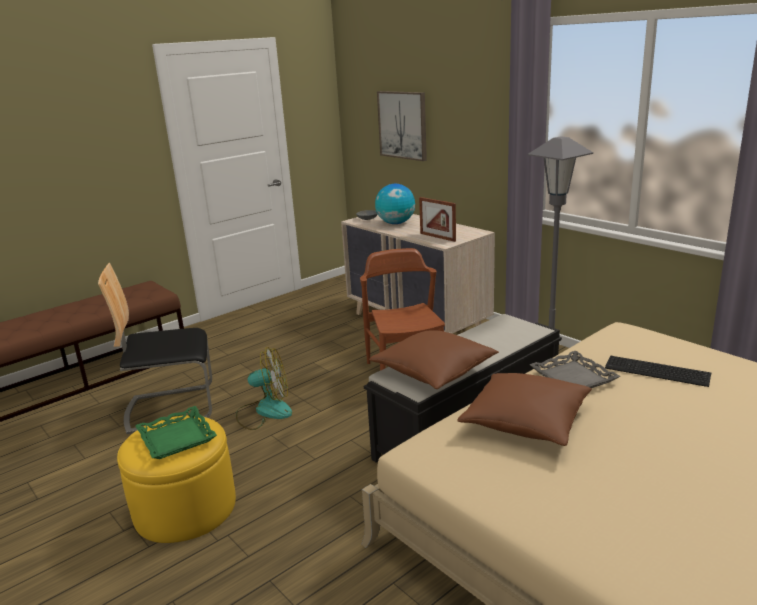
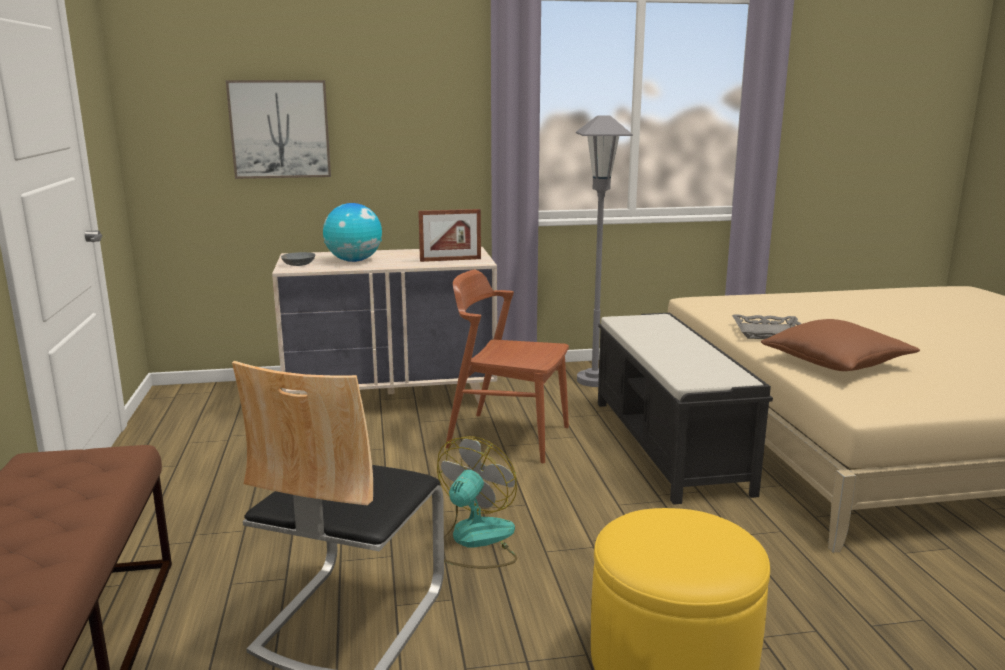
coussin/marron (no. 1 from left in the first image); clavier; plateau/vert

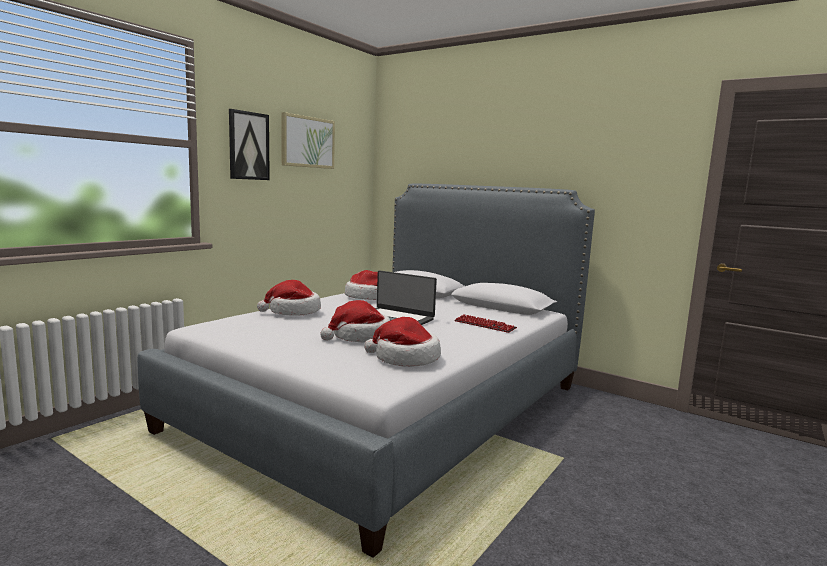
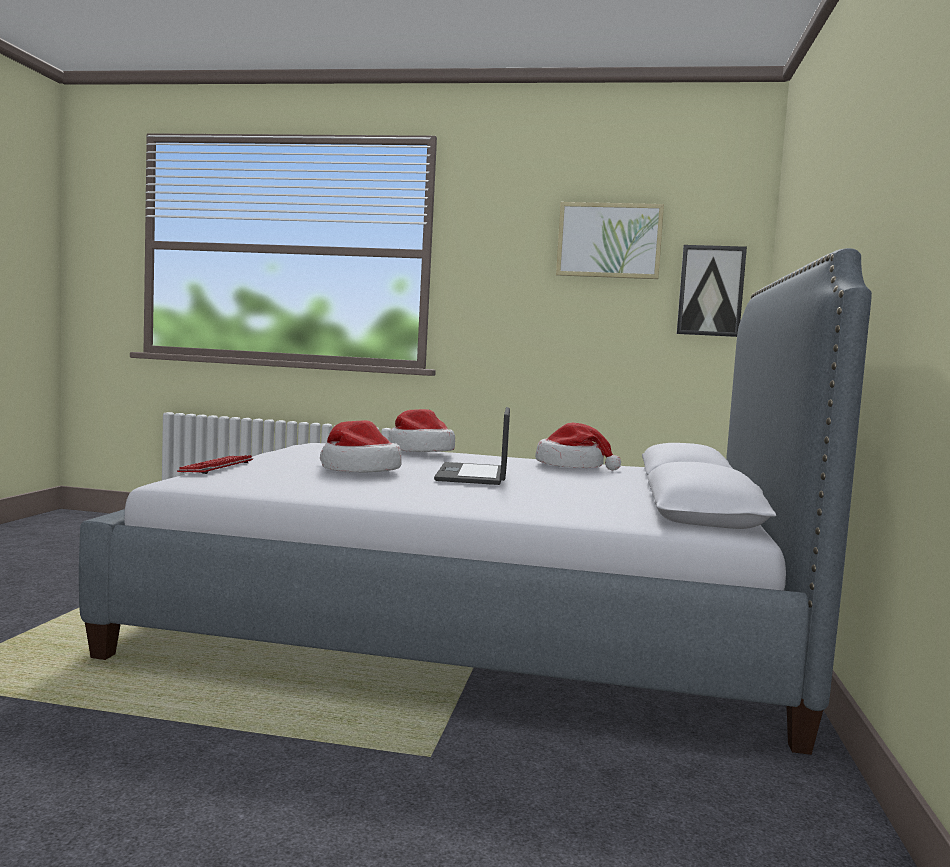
tableau (no. 2 from left); clavier; chapeau (no. 4 from left in the first image)

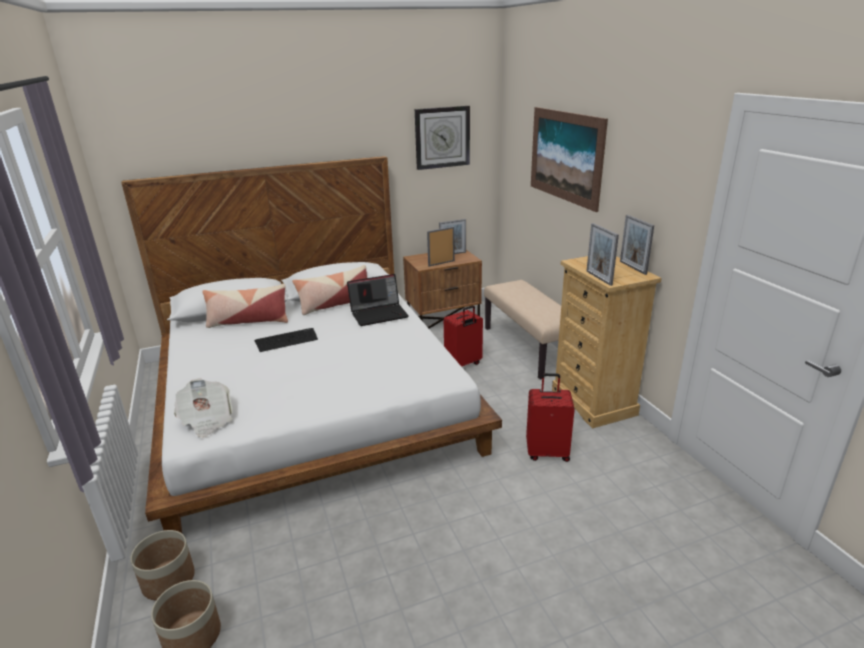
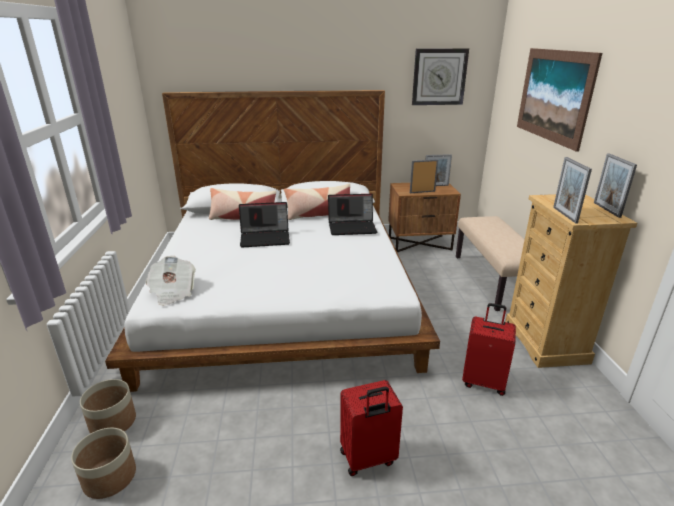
valise/rouge (no. 1 from left); ordinateur portable (no. 1 from left)

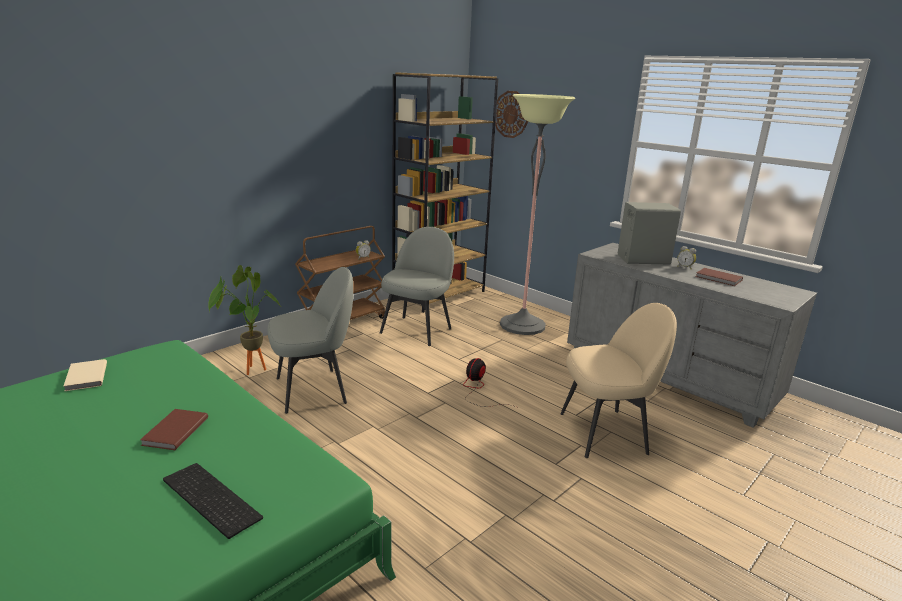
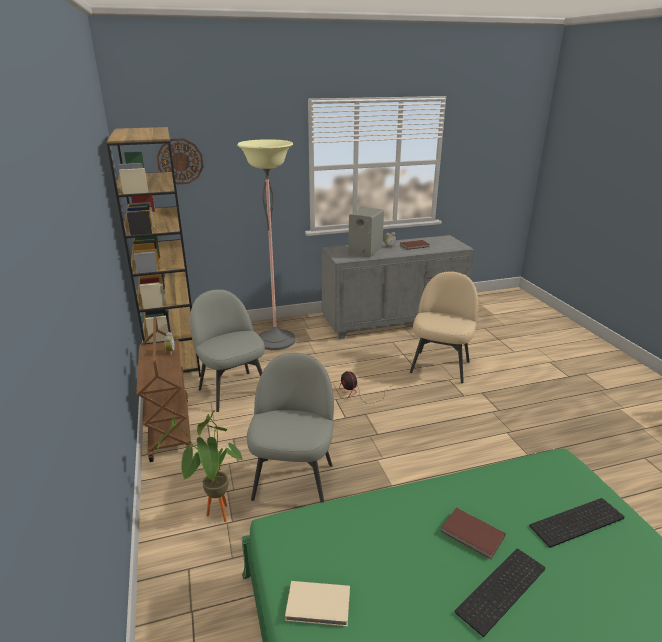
clavier (no. 1 from left)

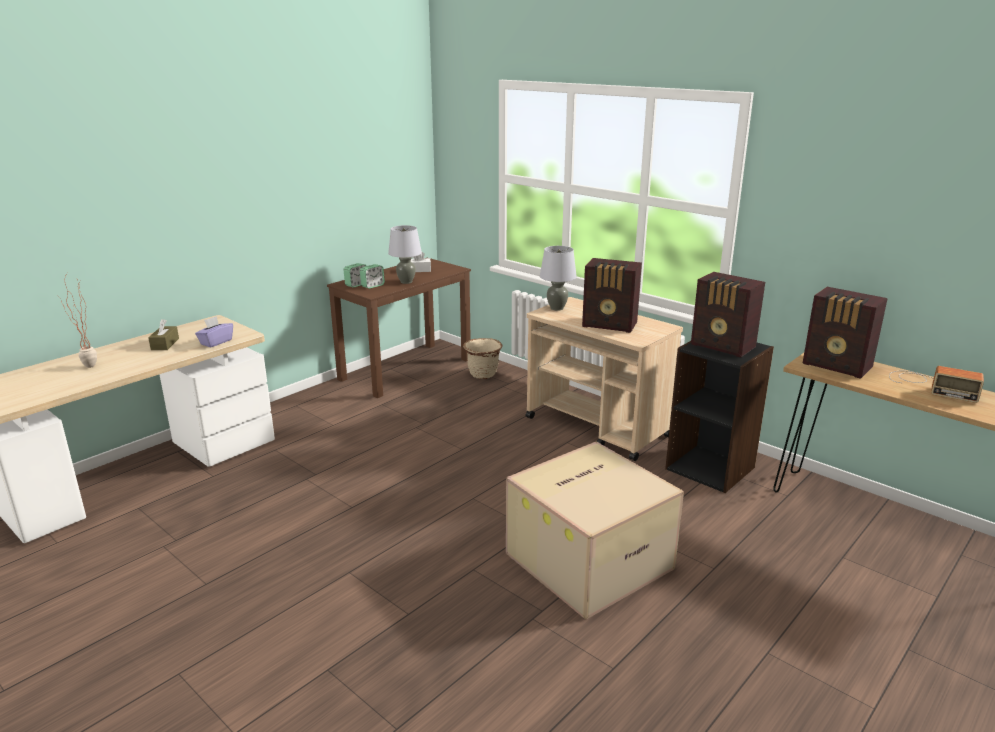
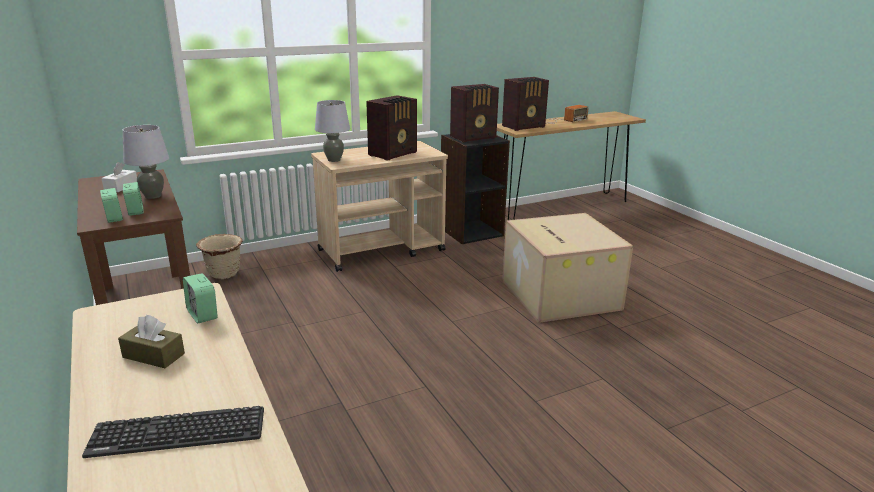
clavier; réveil (no. 3 from left)

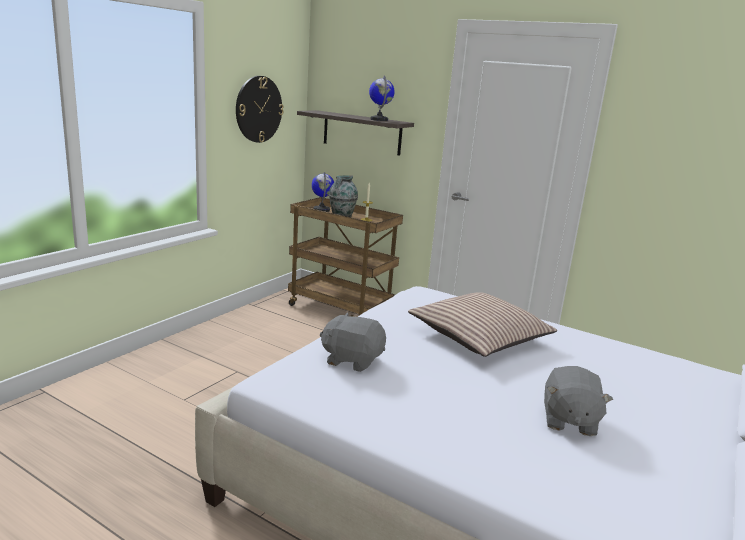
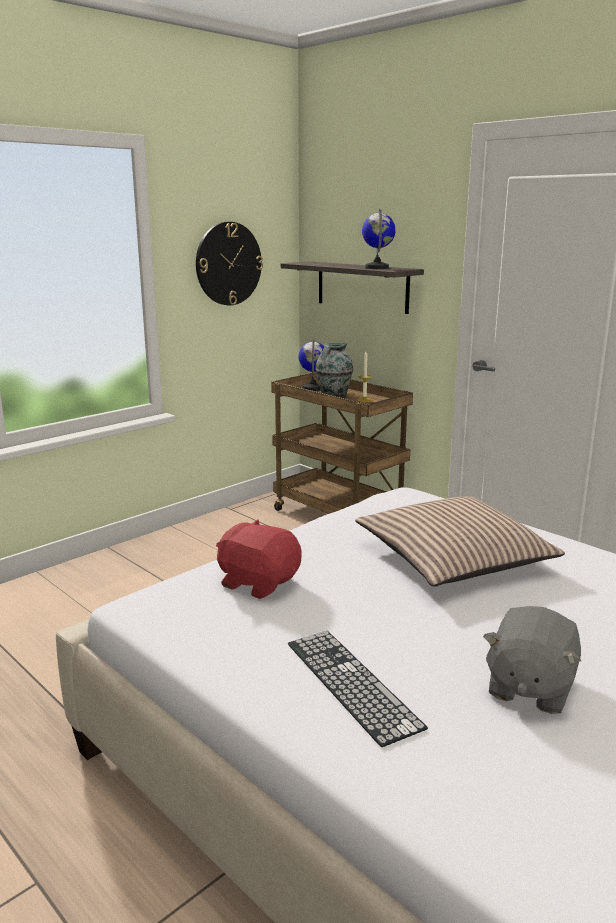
peluche/rouge; clavier

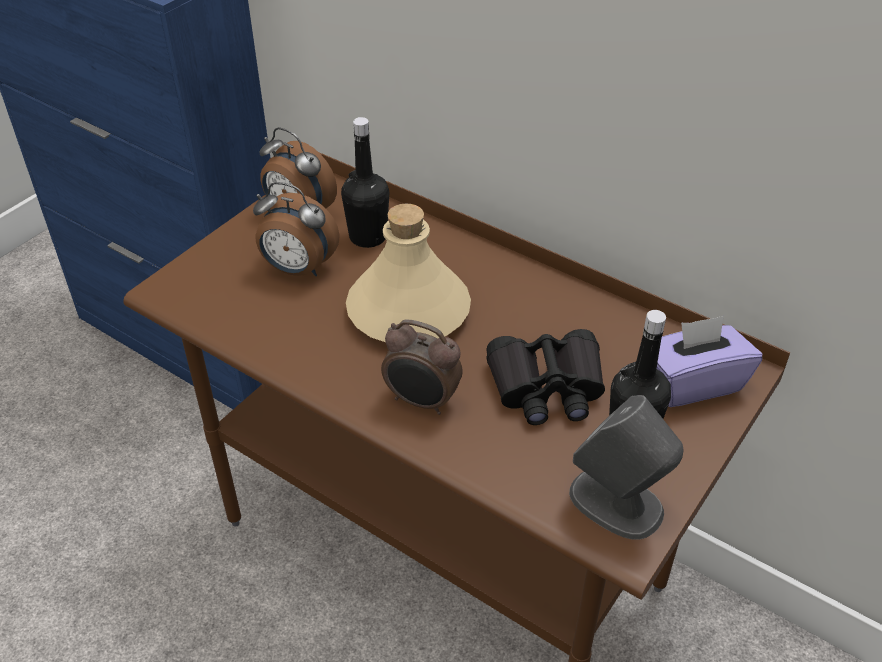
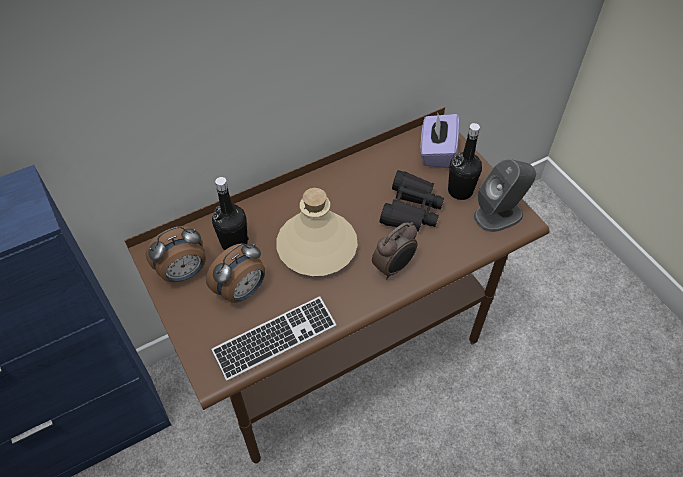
clavier

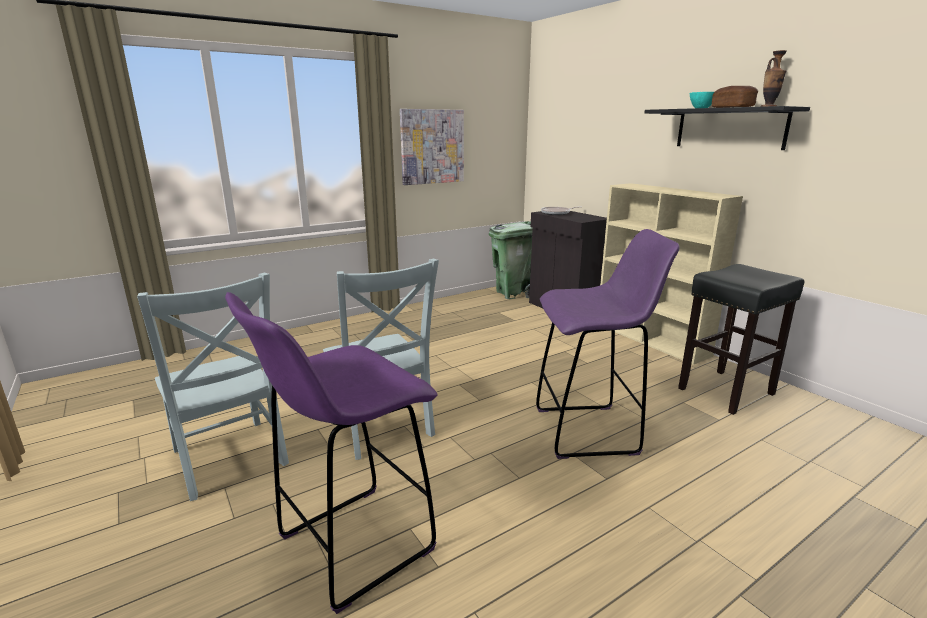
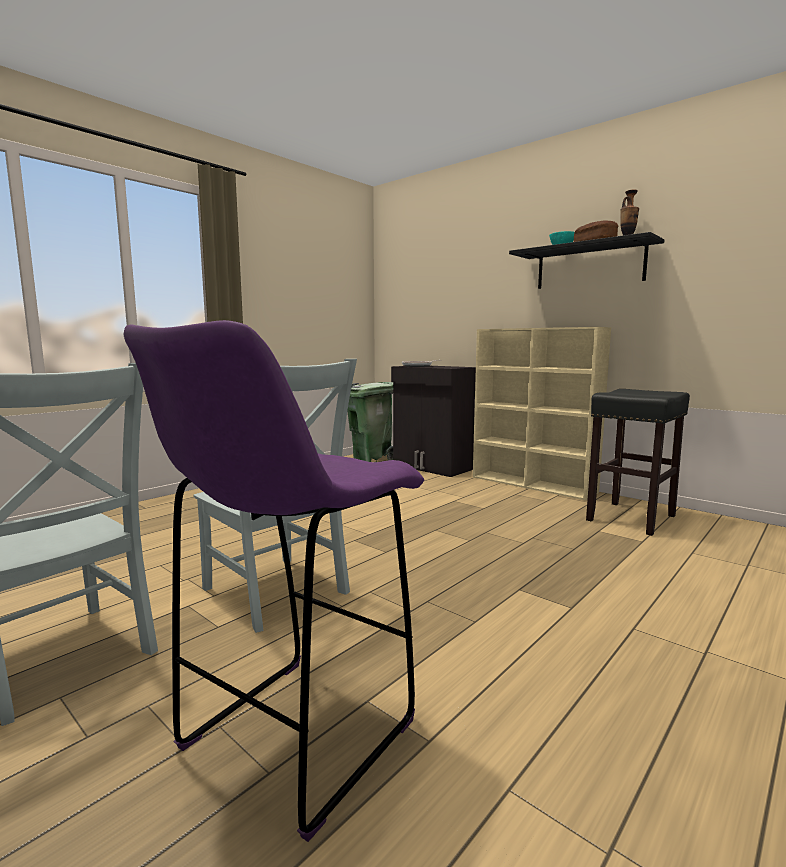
tableau; tabouret/violet (no. 2 from left in the first image)

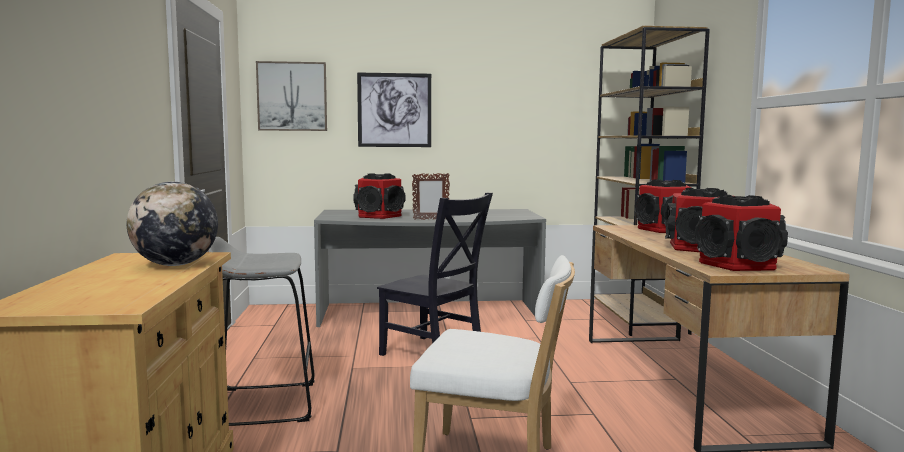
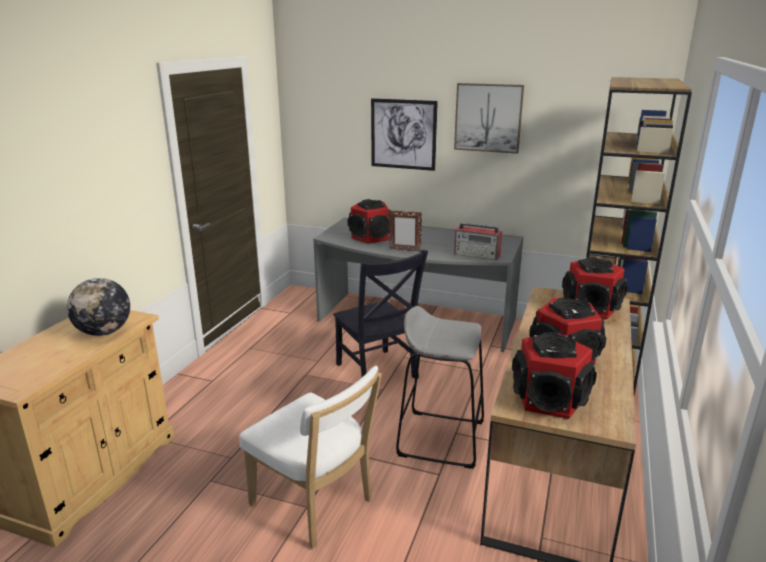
tableau (no. 2 from left); tabouret/gris; radio

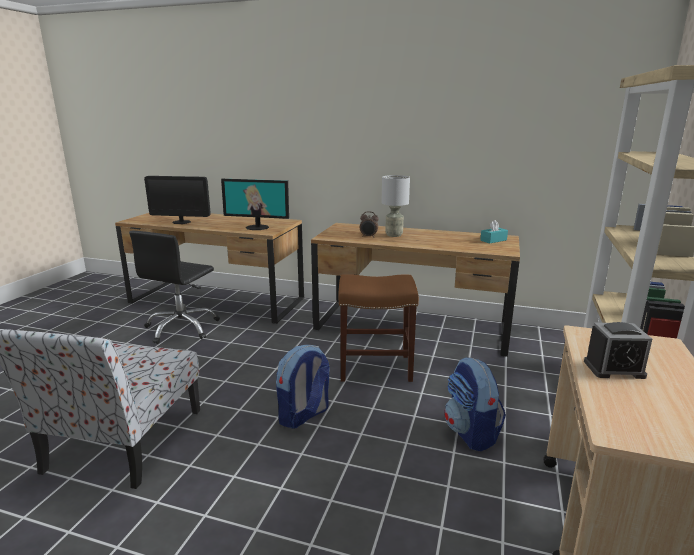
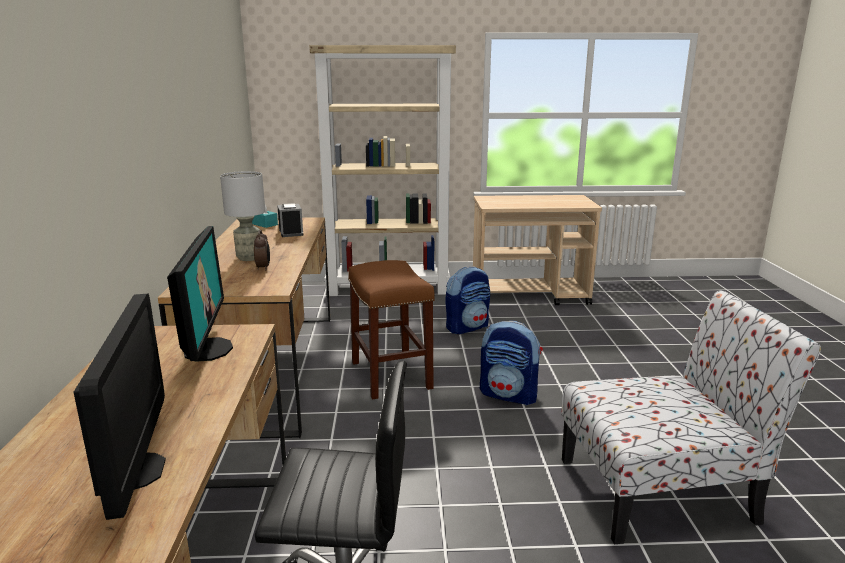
réveil (no. 2 from left)

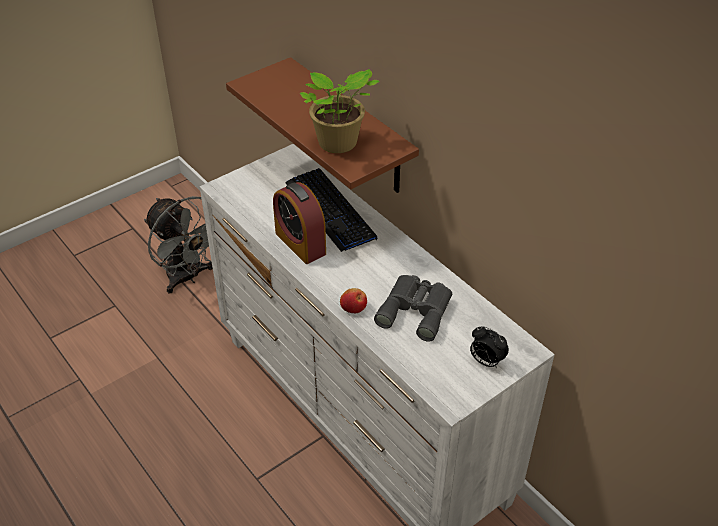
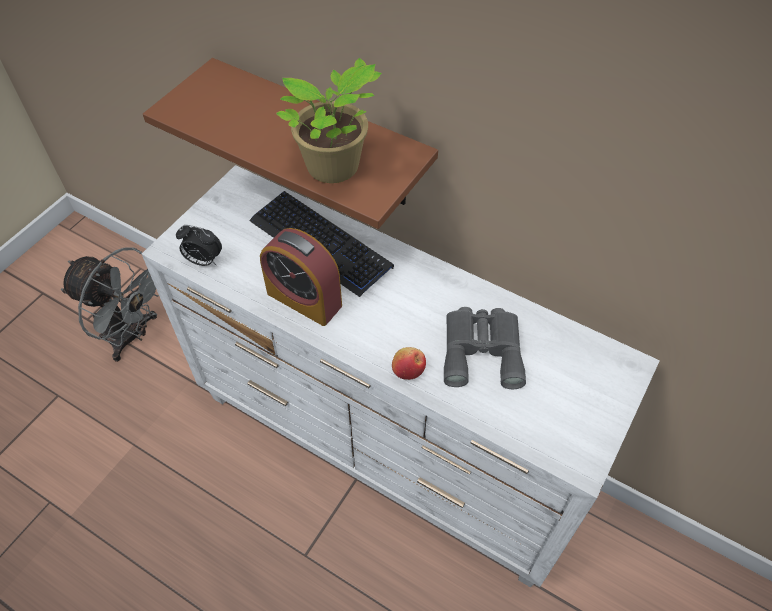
réveil (no. 1 from left)

